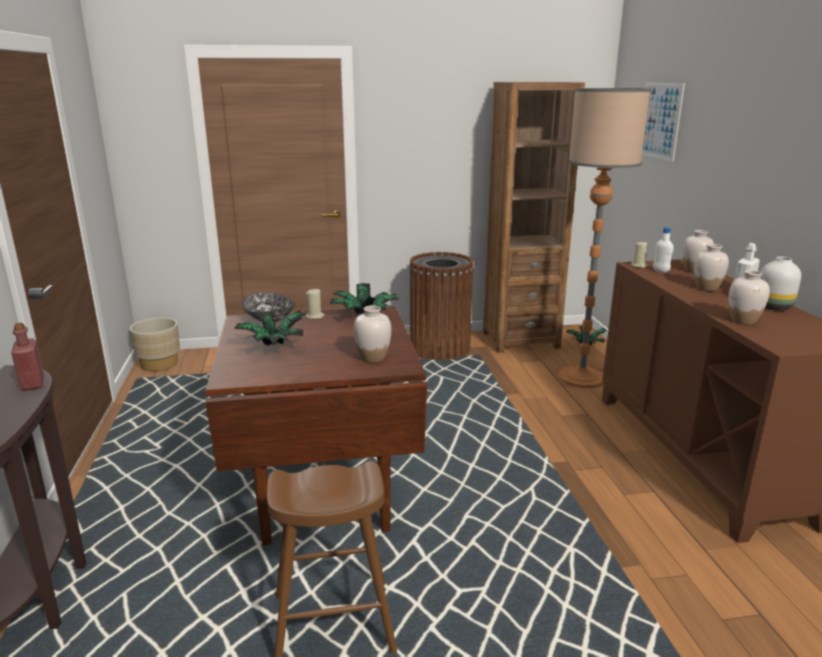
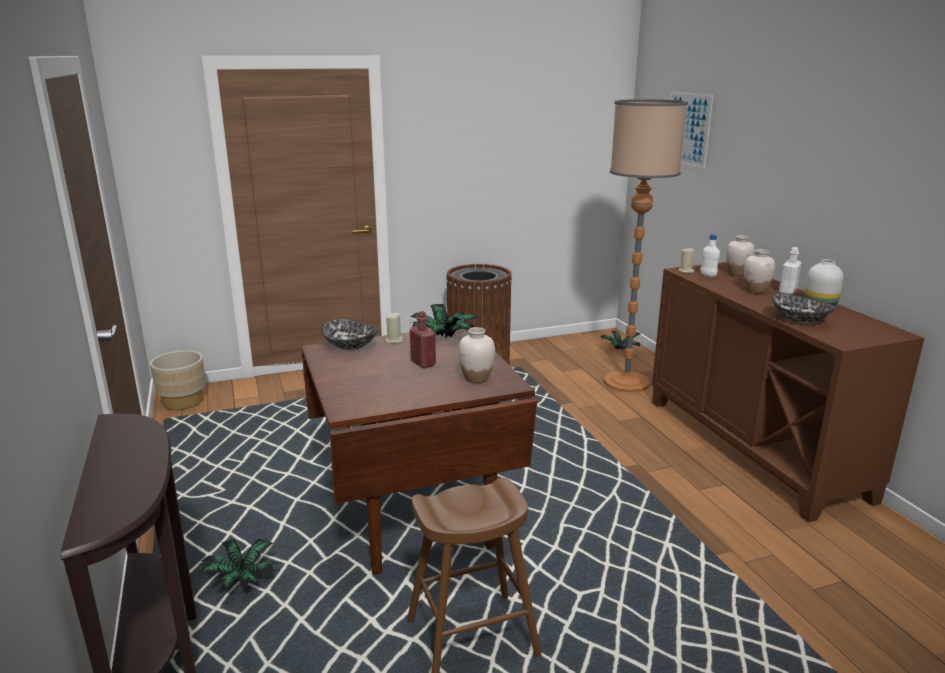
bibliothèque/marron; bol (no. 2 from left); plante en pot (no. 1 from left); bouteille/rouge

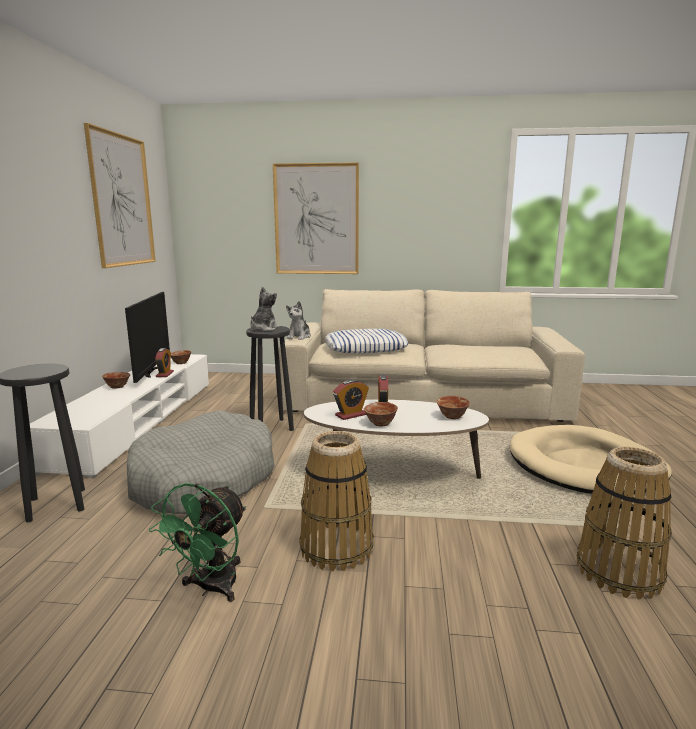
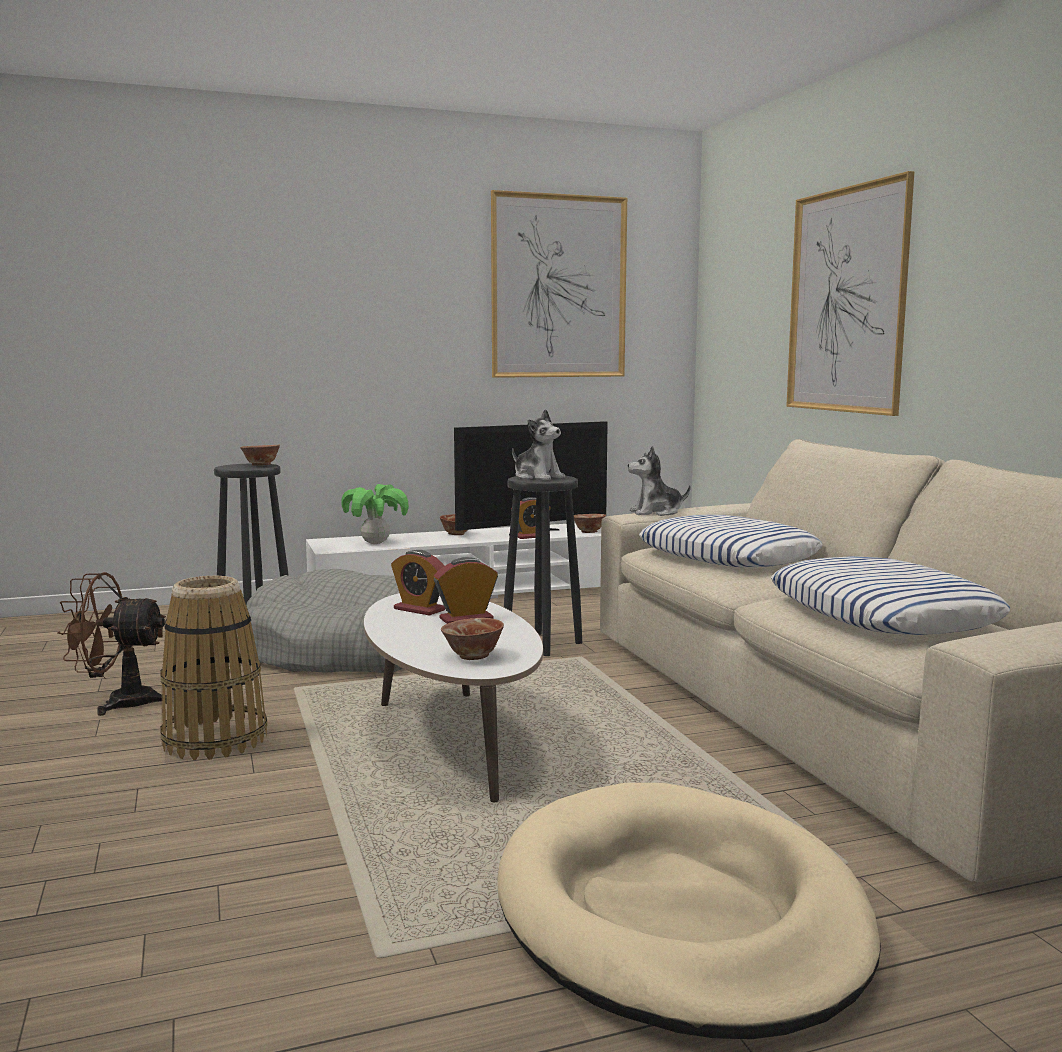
peluche (no. 1 from left); bol (no. 1 from left); panier (no. 2 from left in the first image); ventilateur/marron; plante en pot; coussin (no. 2 from left)

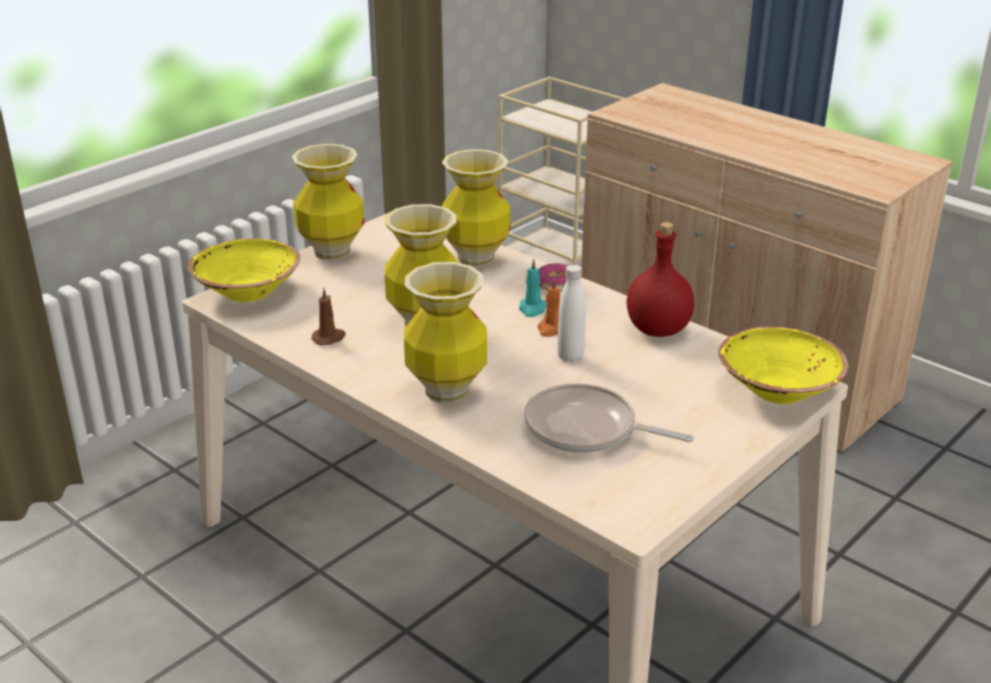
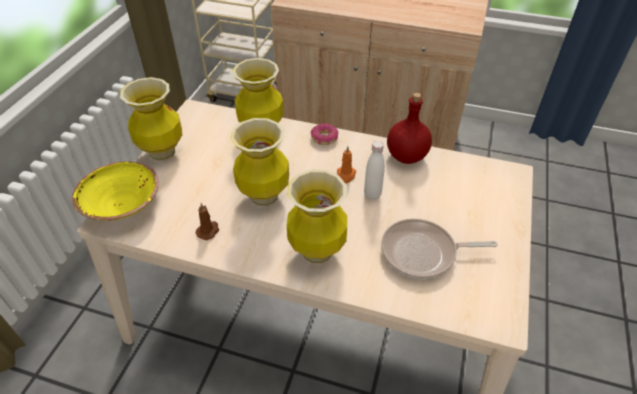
bougie/turquoise; bol/jaune (no. 2 from left in the first image)

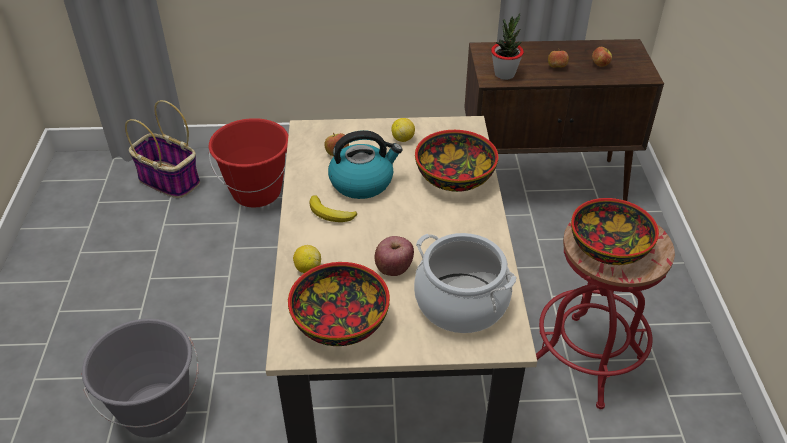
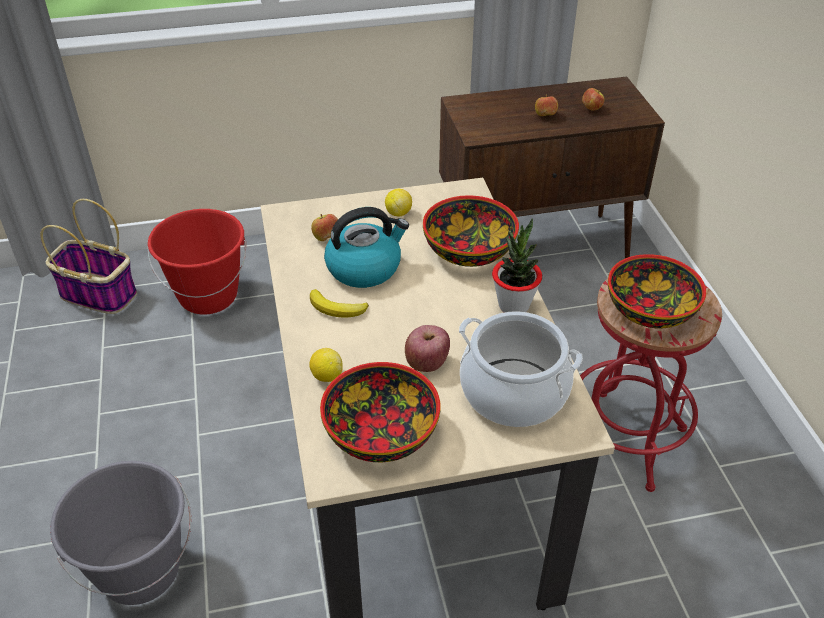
plante en pot

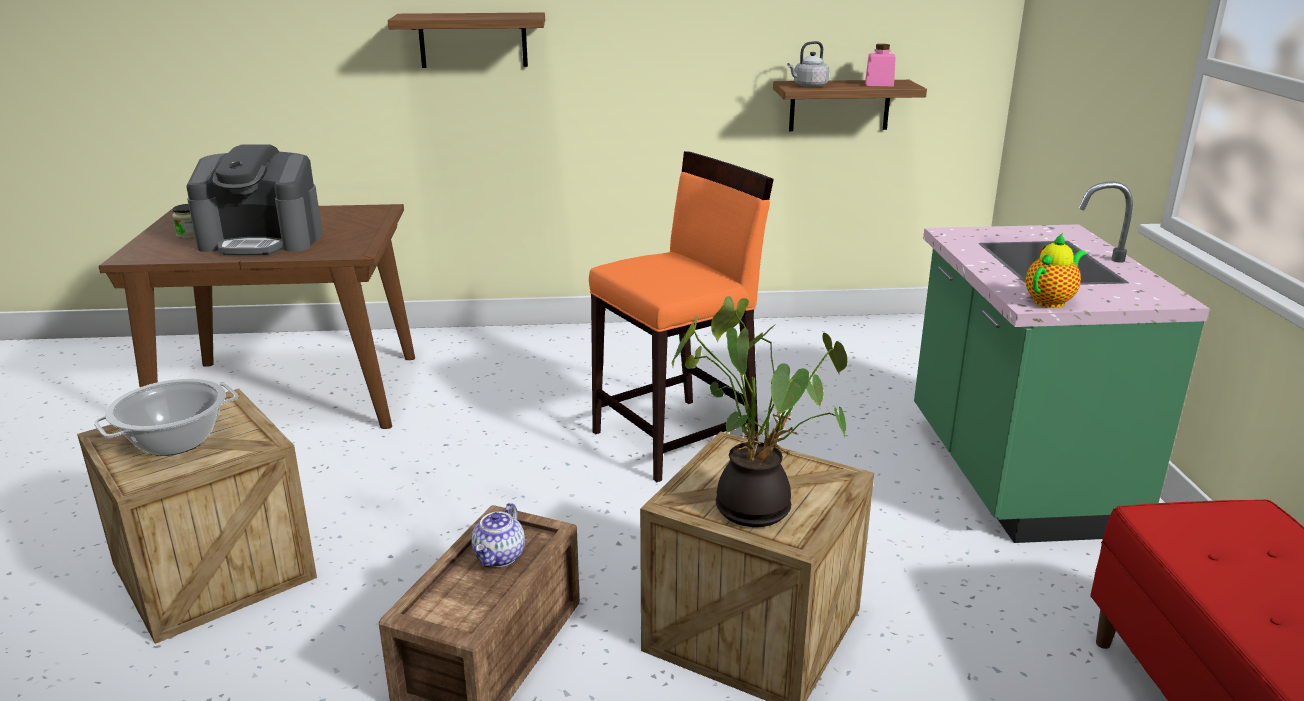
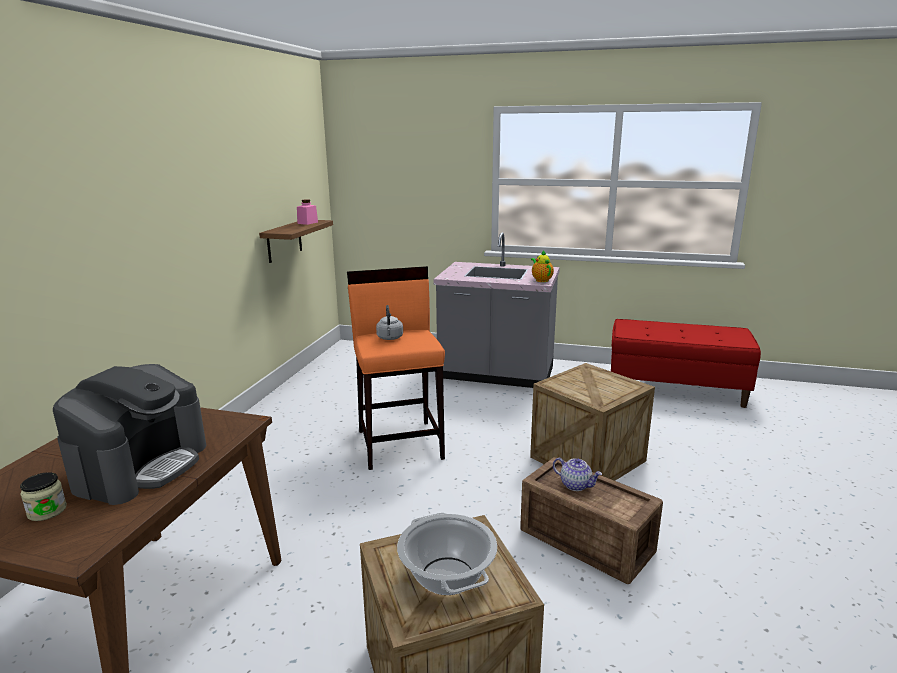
étagère (no. 1 from left in the first image); bouilloire/gris; comptoir de cuisine/gris; plante en pot

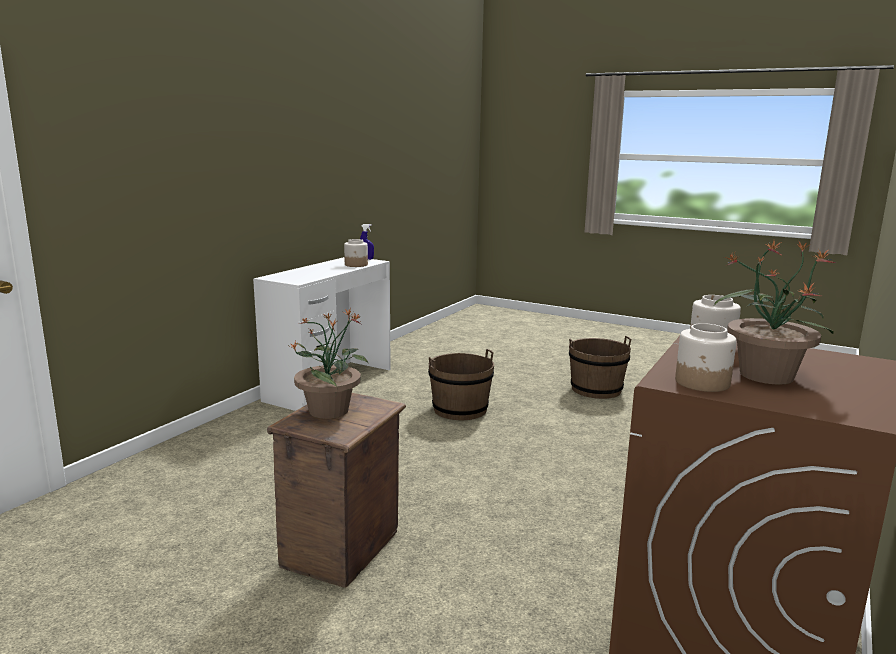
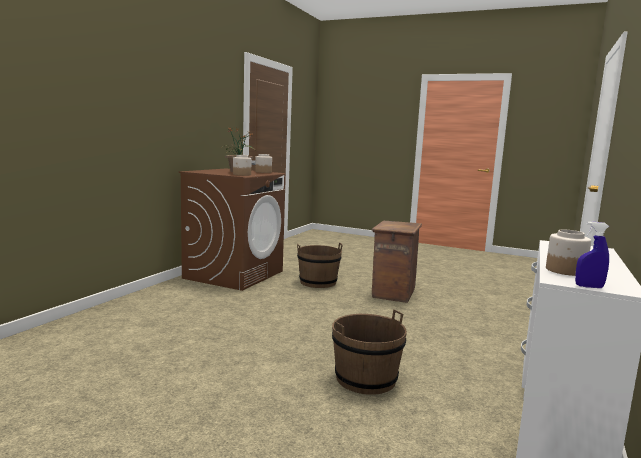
plante en pot (no. 1 from left in the first image); seau/marron (no. 1 from left)

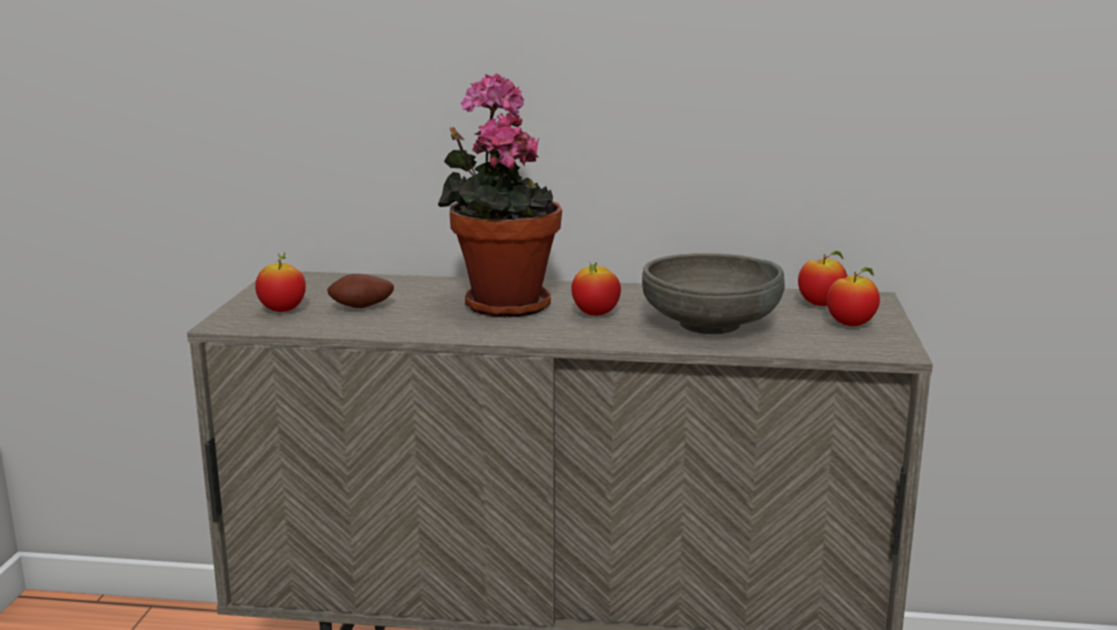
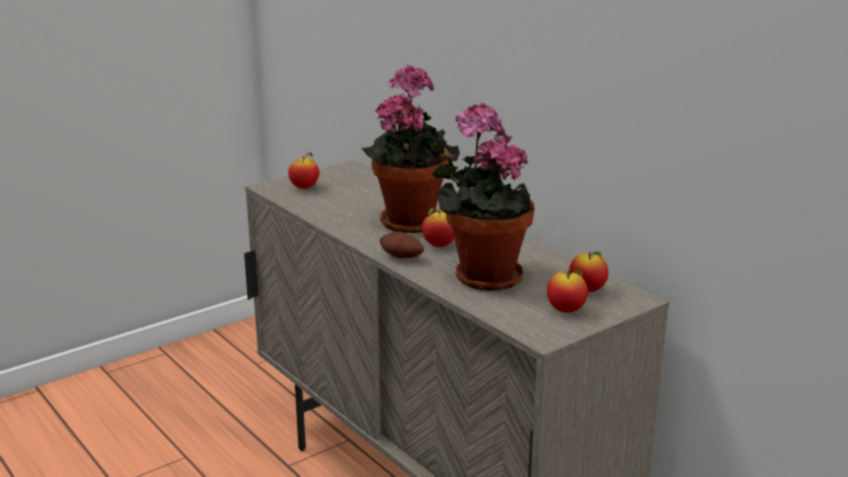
plante en pot (no. 2 from left); pomme de terre

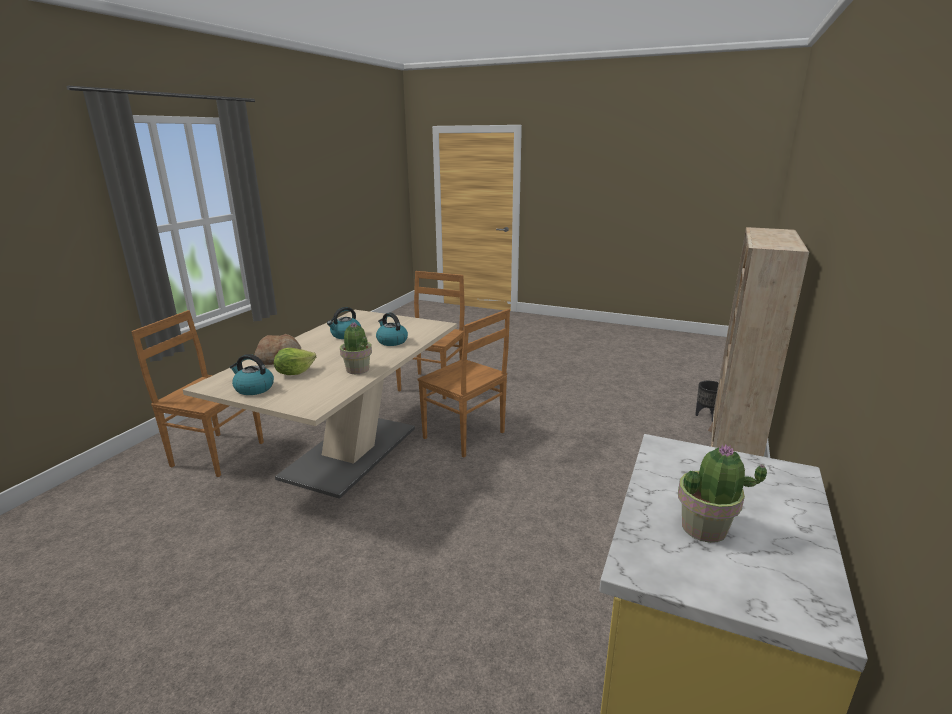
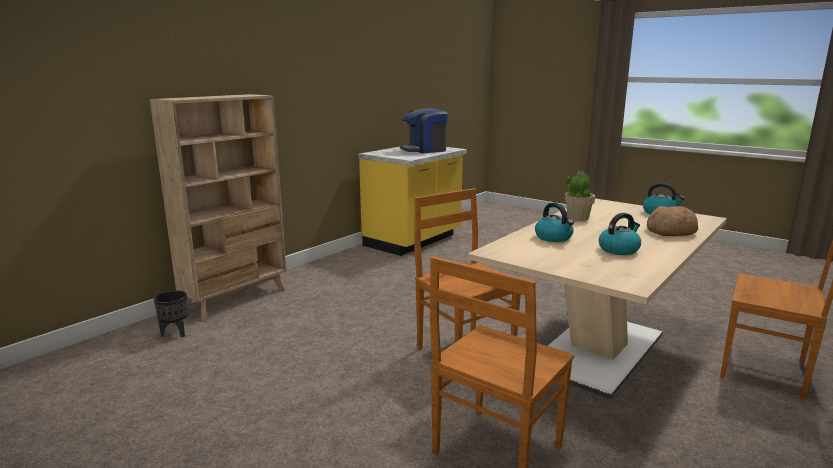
laitue; machine à café

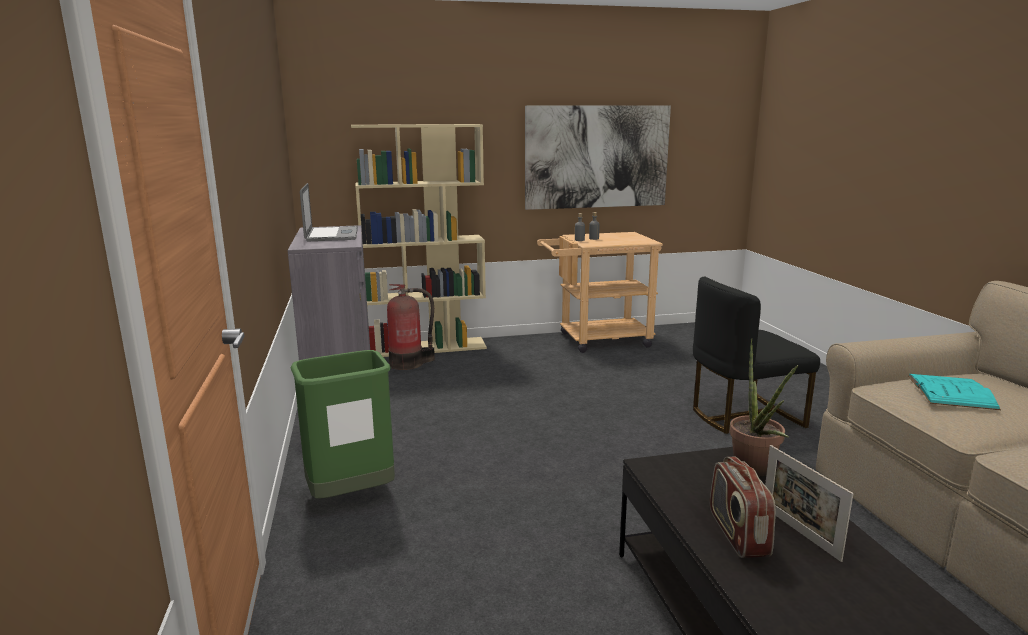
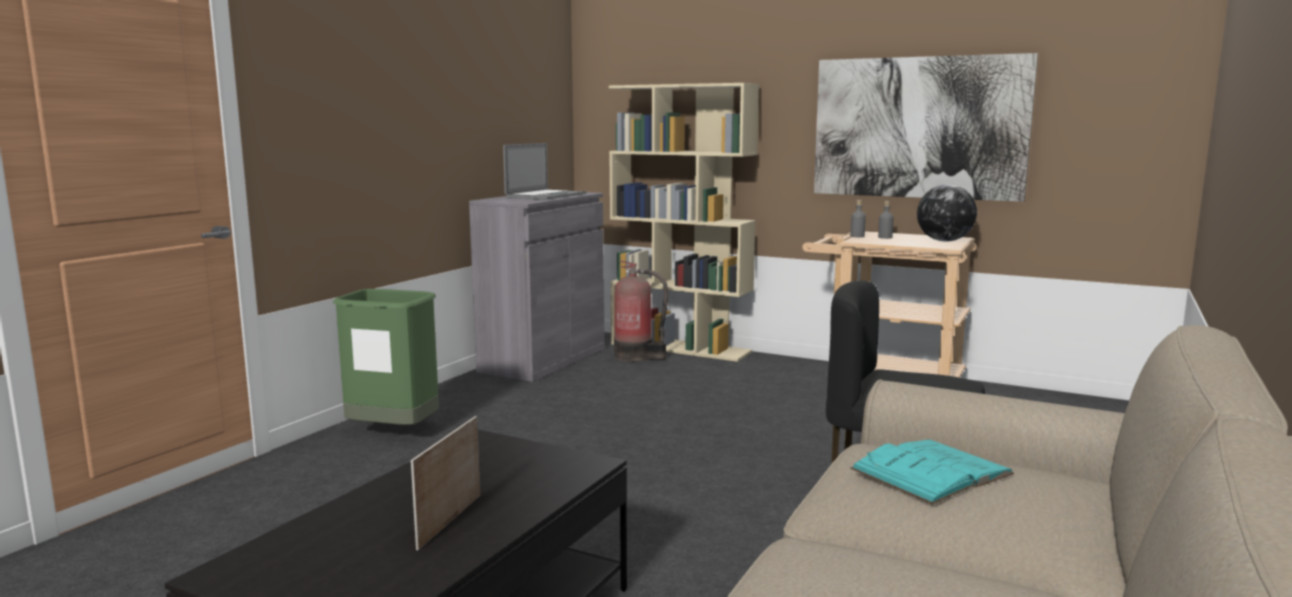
plante en pot; radio; globe

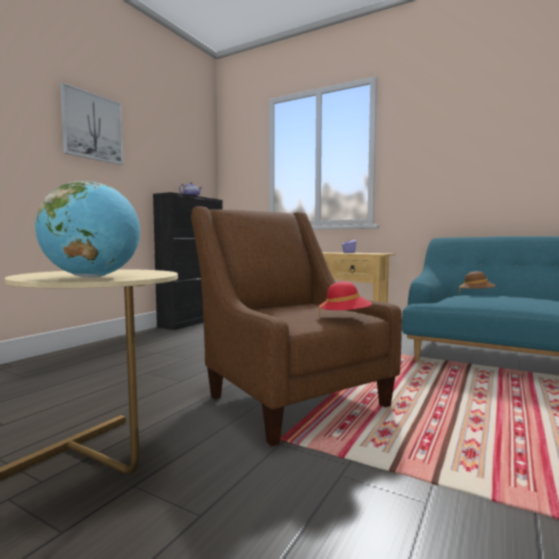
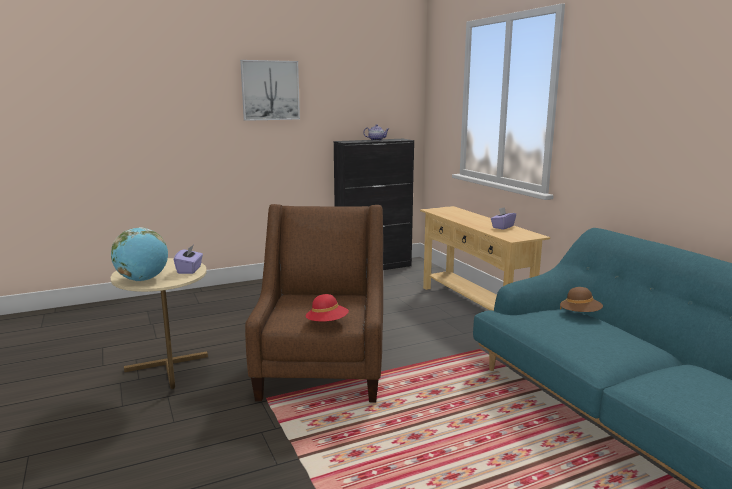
boîte à mouchoirs/violet (no. 1 from left)

